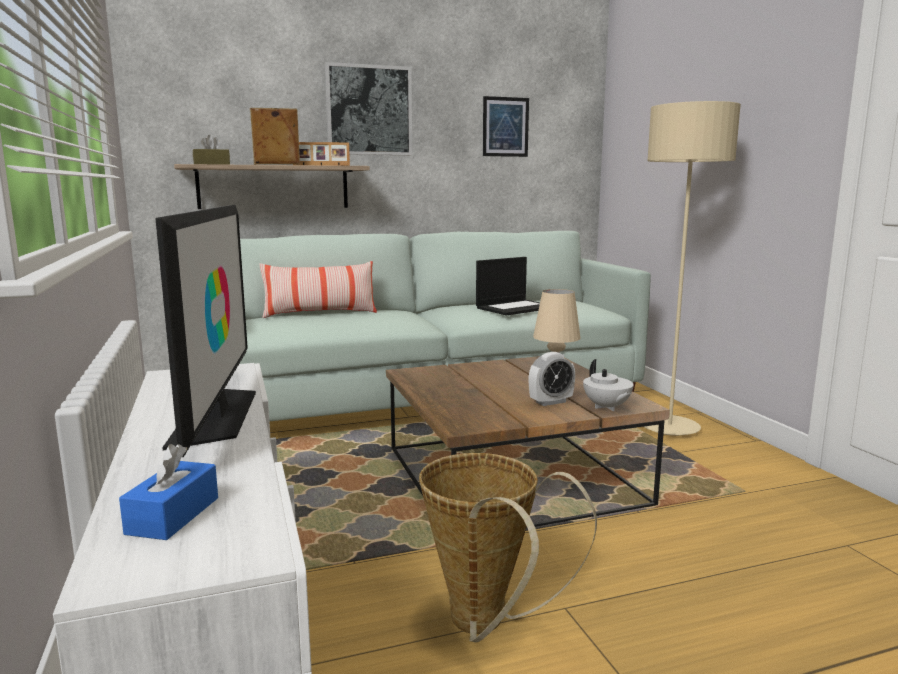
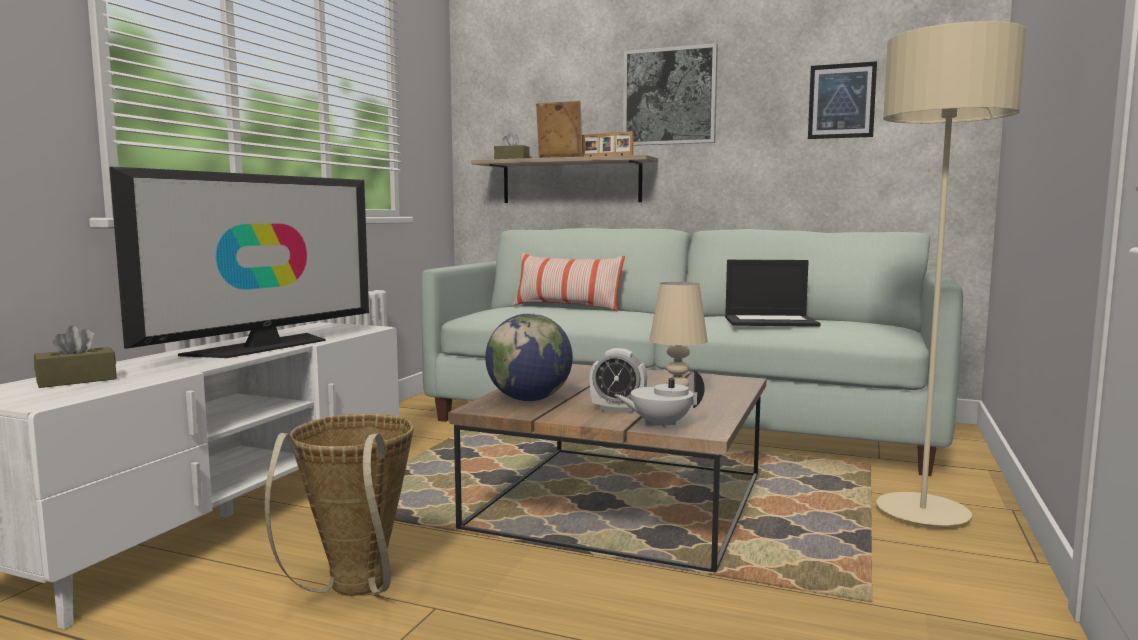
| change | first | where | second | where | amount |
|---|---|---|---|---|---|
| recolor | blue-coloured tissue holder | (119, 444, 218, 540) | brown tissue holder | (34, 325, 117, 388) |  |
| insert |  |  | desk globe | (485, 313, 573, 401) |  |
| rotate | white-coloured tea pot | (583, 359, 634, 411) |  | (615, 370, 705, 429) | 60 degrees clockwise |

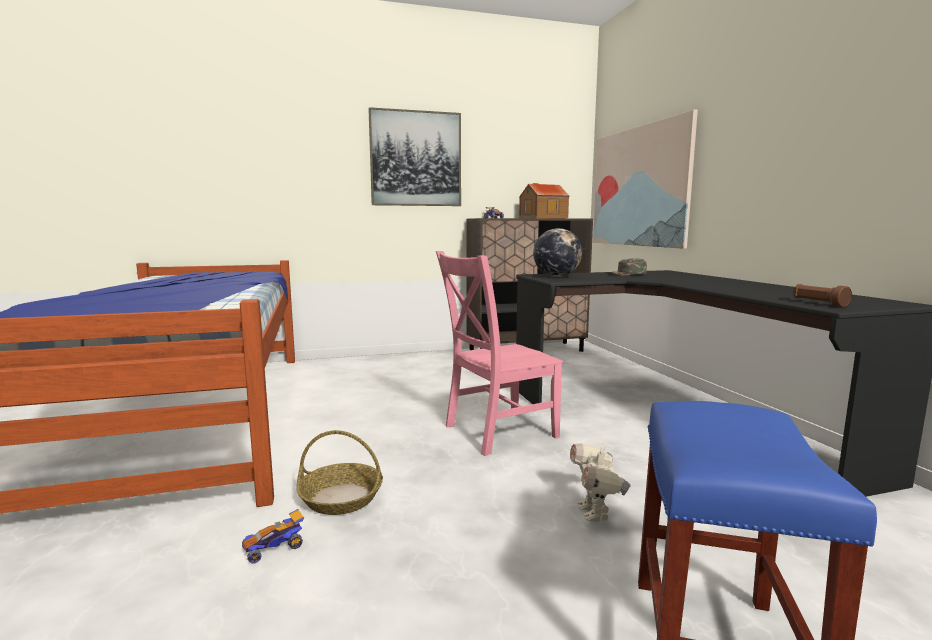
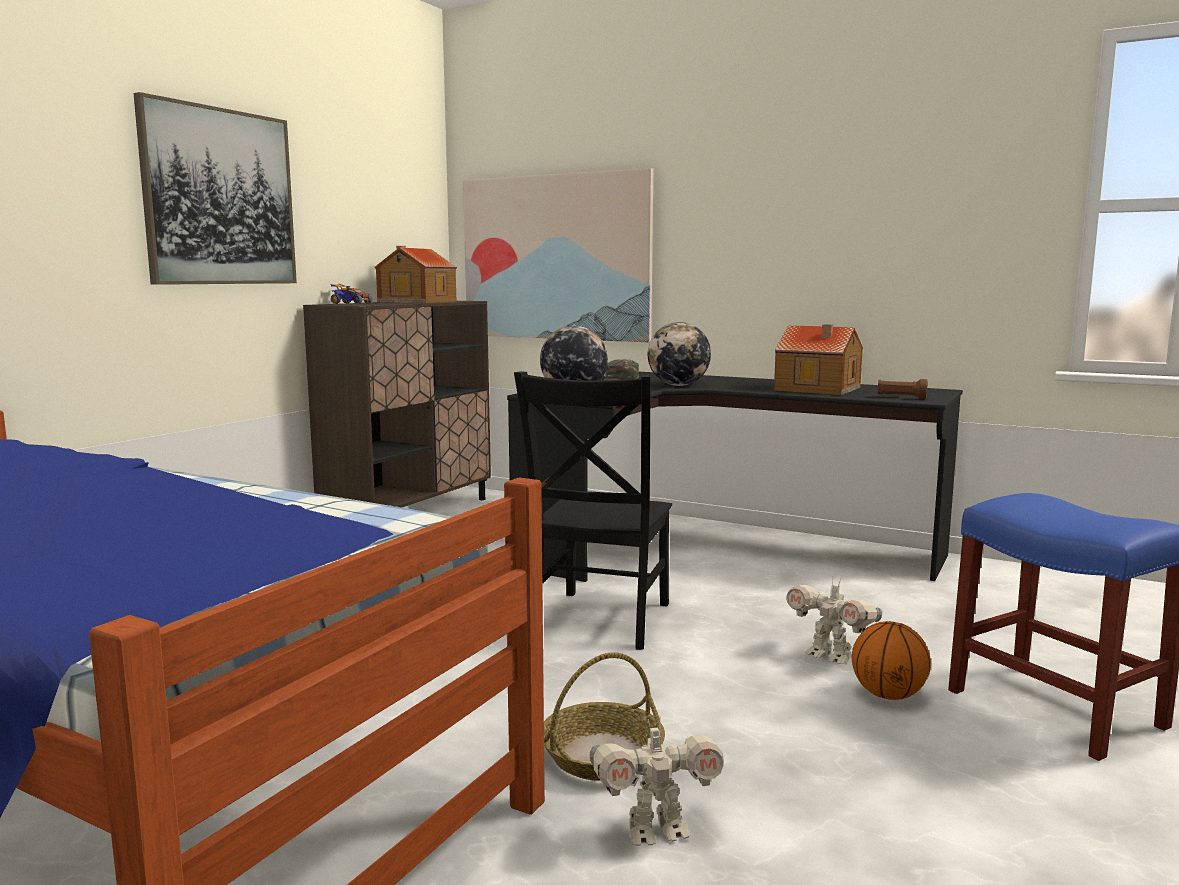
| change | first | where | second | where | amount |
|---|---|---|---|---|---|
| recolor | pinkish plain chair | (436, 251, 564, 456) | blackish plain chair | (514, 371, 672, 650) |  |
| replace | model car | (242, 509, 304, 564) | robot figure | (589, 719, 724, 846) |  |
| insert |  |  | desk globe | (648, 322, 711, 386) |  |
| insert |  |  | model house | (774, 324, 863, 395) |  |
| insert |  |  | basketball | (852, 621, 931, 700) |  |

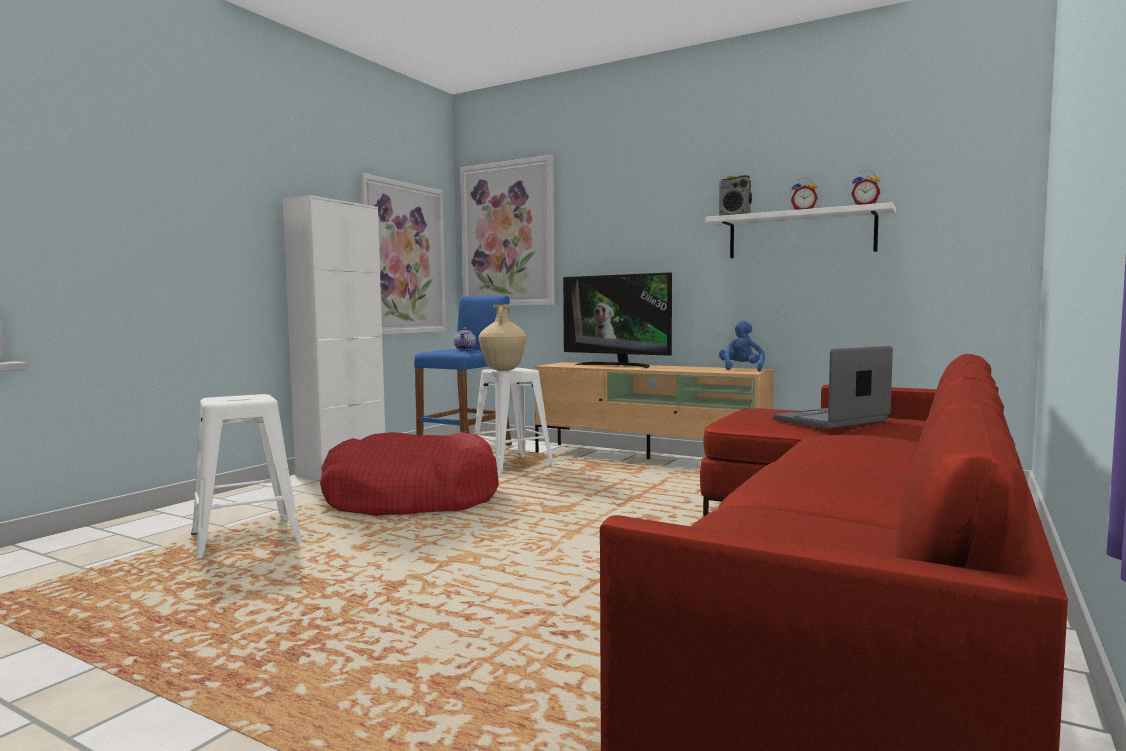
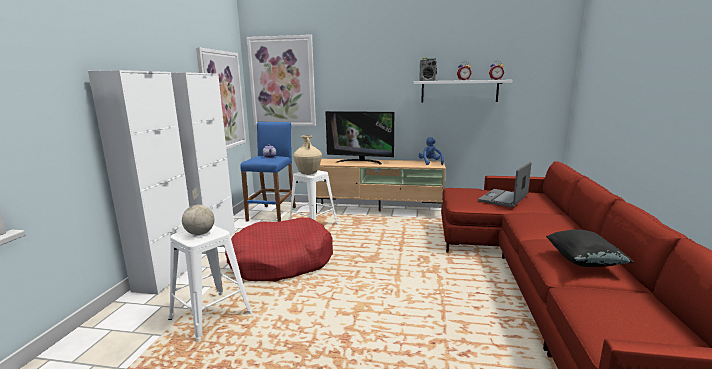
| change | first | where | second | where | amount |
|---|---|---|---|---|---|
| insert |  |  | white-coloured storage cabinet | (88, 70, 189, 295) |  |
| insert |  |  | desk globe | (182, 188, 215, 235) |  |
| insert |  |  | blackish throw pillow | (546, 229, 634, 267) |  |

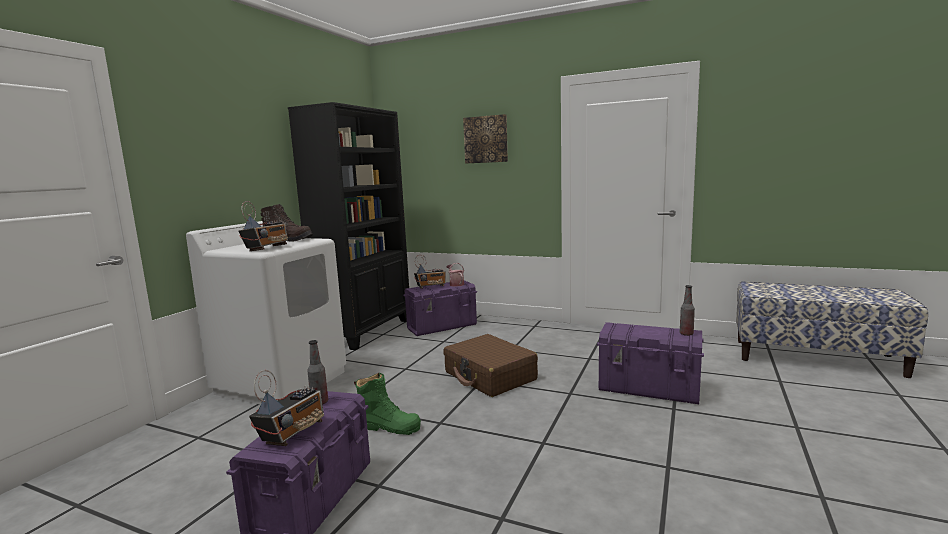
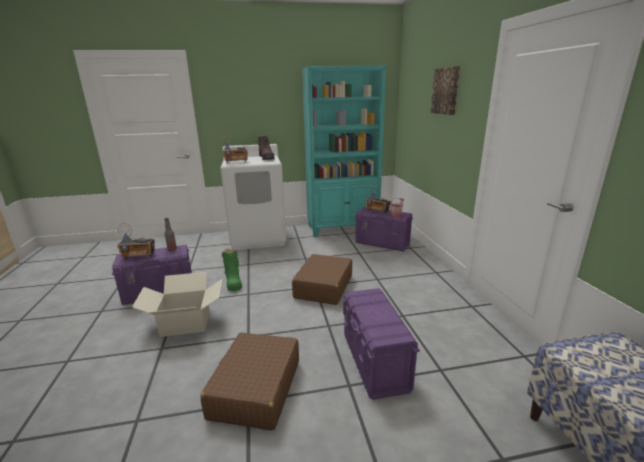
| change | first | where | second | where | amount |
|---|---|---|---|---|---|
| insert |  |  | carton | (132, 272, 222, 337) |  |
| insert |  |  | brown travel case | (201, 333, 299, 431) |  |
| recolor | blackish bookshelf | (288, 102, 409, 350) | blue-green bookshelf | (302, 66, 386, 237) |  |
| delete | drink bottle | (680, 285, 695, 336) |  |  |  |

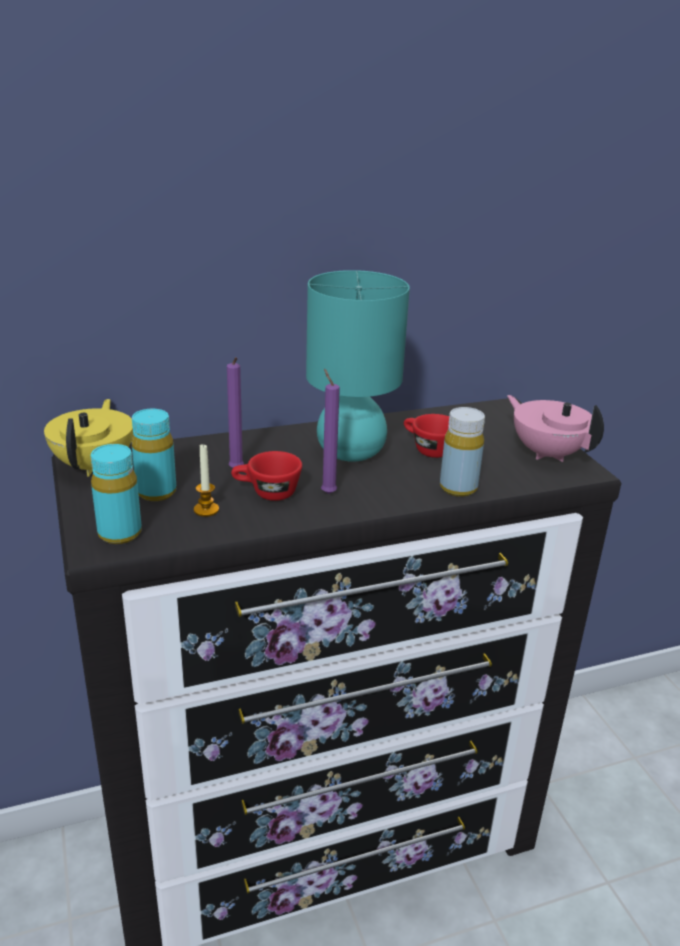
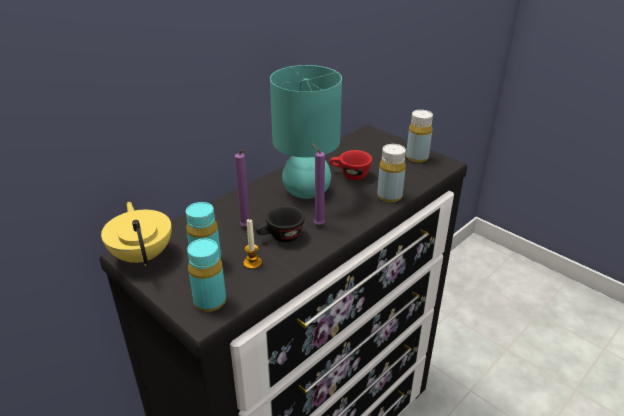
| change | first | where | second | where | amount |
|---|---|---|---|---|---|
| recolor | red-coloured drinking cup | (231, 451, 302, 501) | blackish drinking cup | (256, 206, 305, 242) |  |
| replace | pinkish tea pot | (507, 395, 604, 462) | yellowish drink bottle | (406, 110, 433, 163) |  |

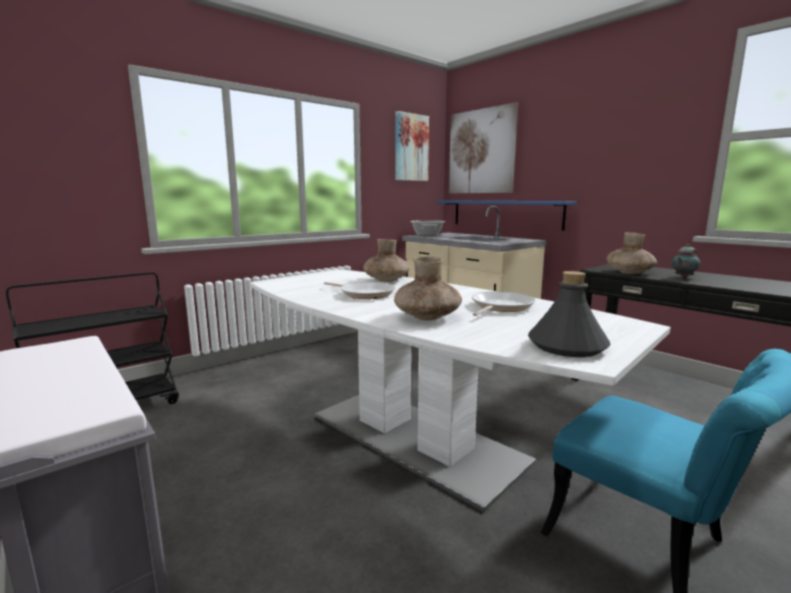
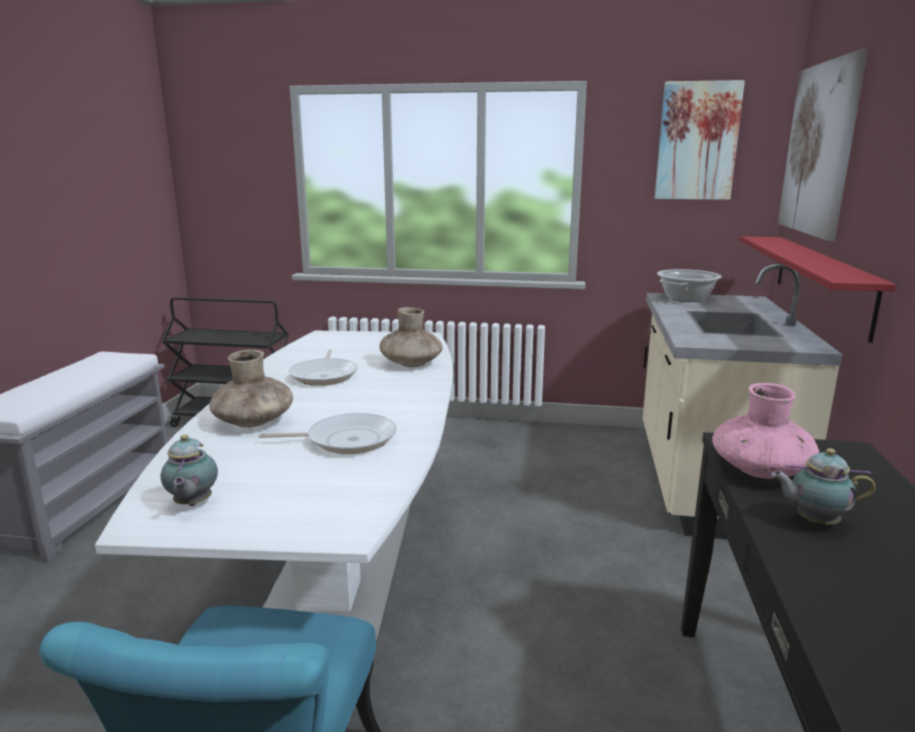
| change | first | where | second | where | amount |
|---|---|---|---|---|---|
| replace | gray drink bottle | (528, 271, 611, 357) | tea pot | (161, 434, 218, 506) |  |
| recolor | brown flower vase | (607, 232, 657, 274) | pinkish flower vase | (712, 383, 819, 479) |  |
| recolor | blue-coloured wall shelf | (436, 201, 577, 231) | red-coloured wall shelf | (740, 236, 896, 343) |  |

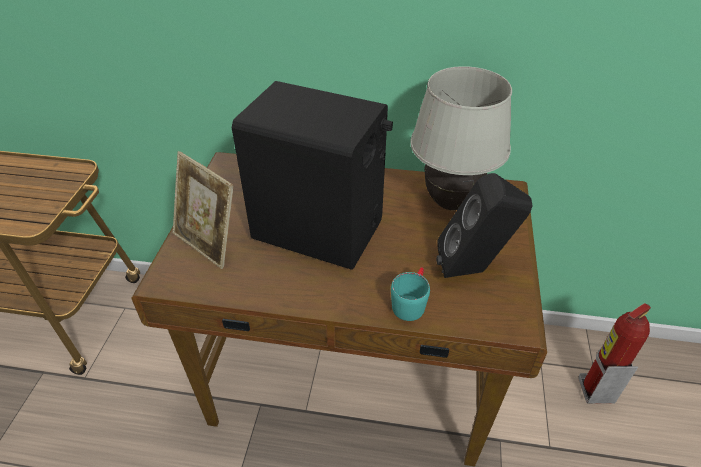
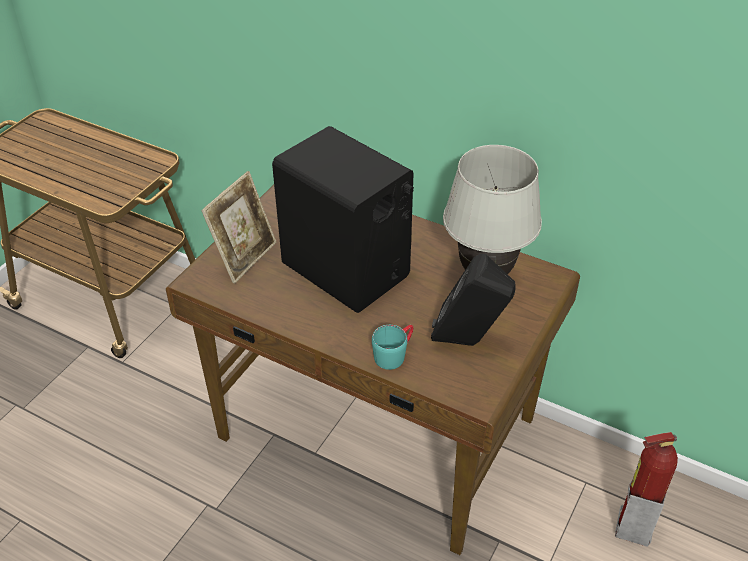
| change | first | where | second | where | amount |
|---|---|---|---|---|---|
| rotate | picture frame | (173, 151, 234, 269) |  | (201, 171, 277, 284) | 120 degrees counterclockwise |

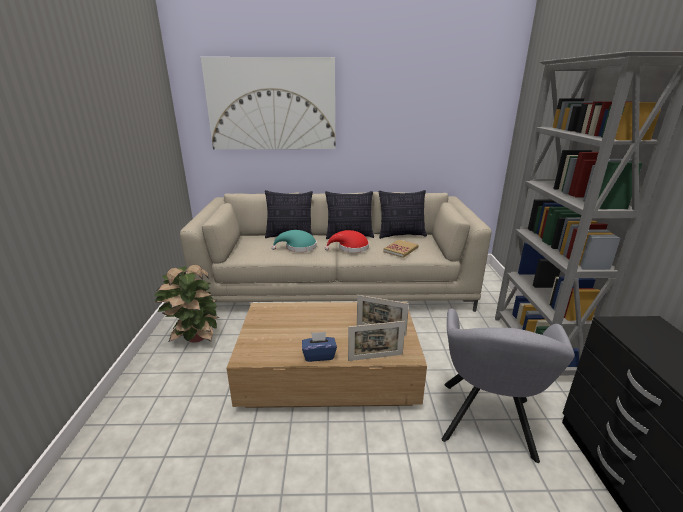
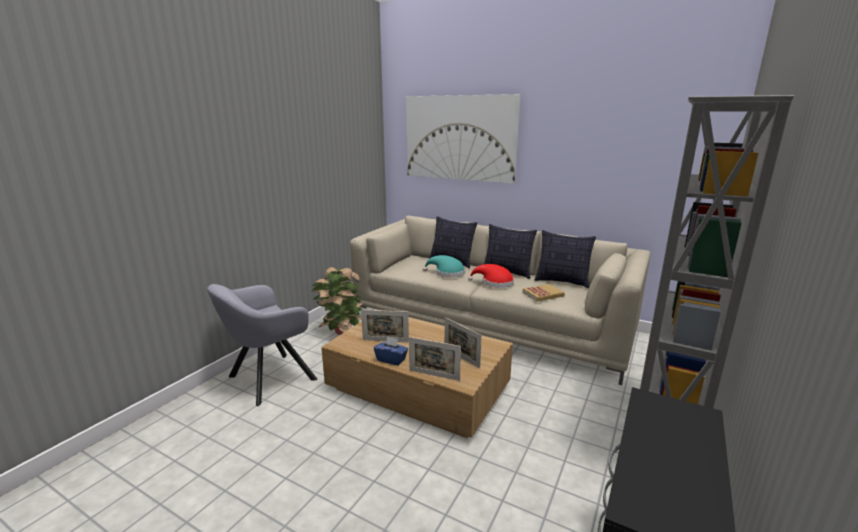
| change | first | where | second | where | amount |
|---|---|---|---|---|---|
| move | gray armchair | (442, 309, 575, 463) |  | (207, 284, 317, 406) |  |
| insert |  |  | picture frame | (361, 310, 409, 342) |  |

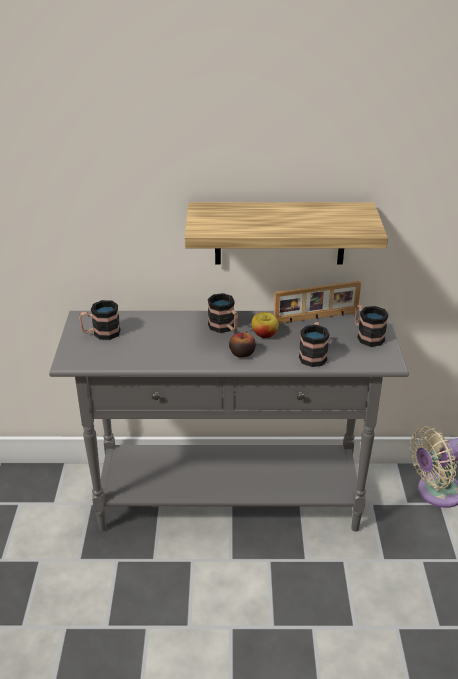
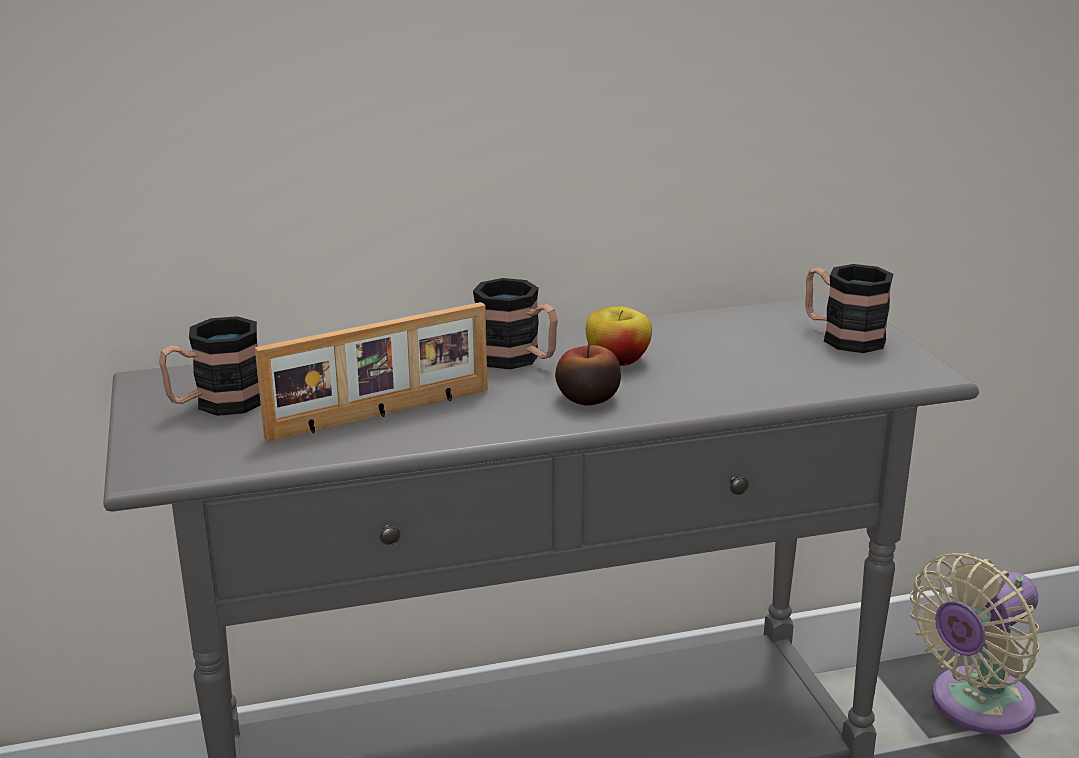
| change | first | where | second | where | amount |
|---|---|---|---|---|---|
| move | picture frame | (274, 281, 361, 324) |  | (255, 302, 488, 442) |  |
| delete | wall shelf | (185, 202, 388, 264) |  |  |  |
| delete | coffee mug | (299, 322, 330, 367) |  |  |  |

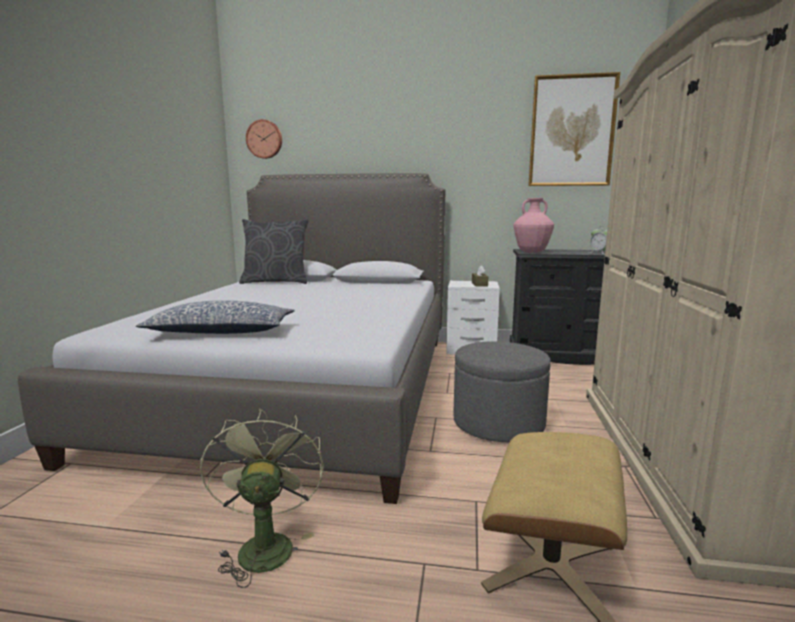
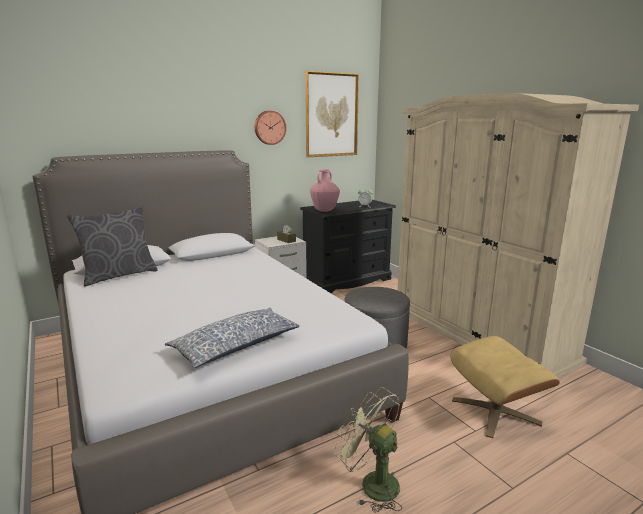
| change | first | where | second | where | amount |
|---|---|---|---|---|---|
| move | wall clock | (246, 119, 282, 159) |  | (255, 110, 286, 145) |  |

